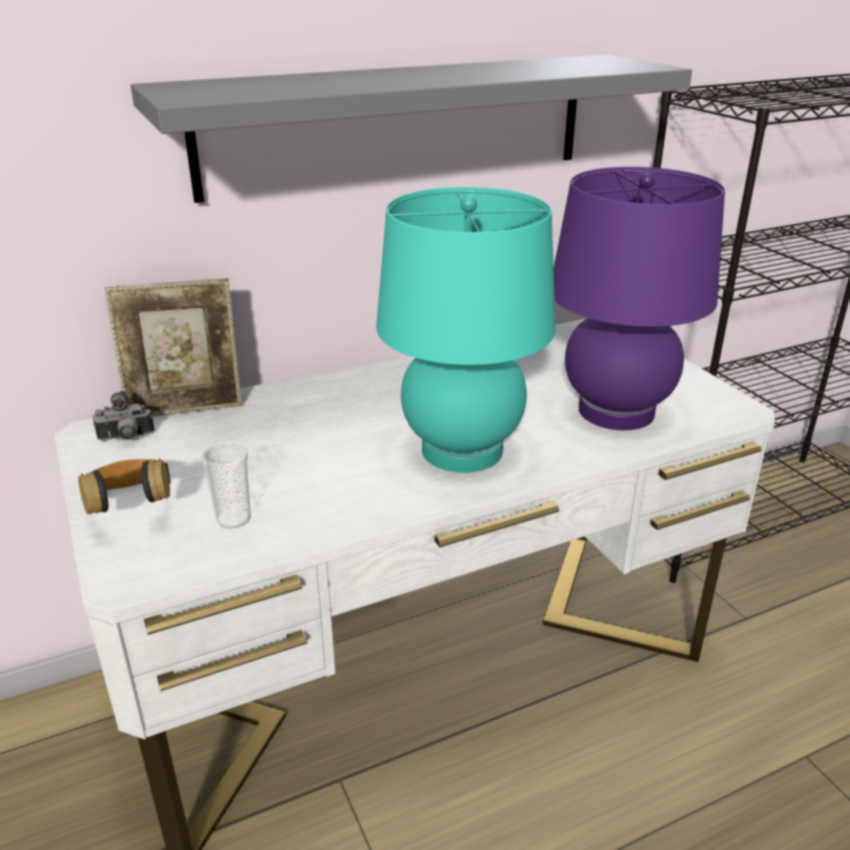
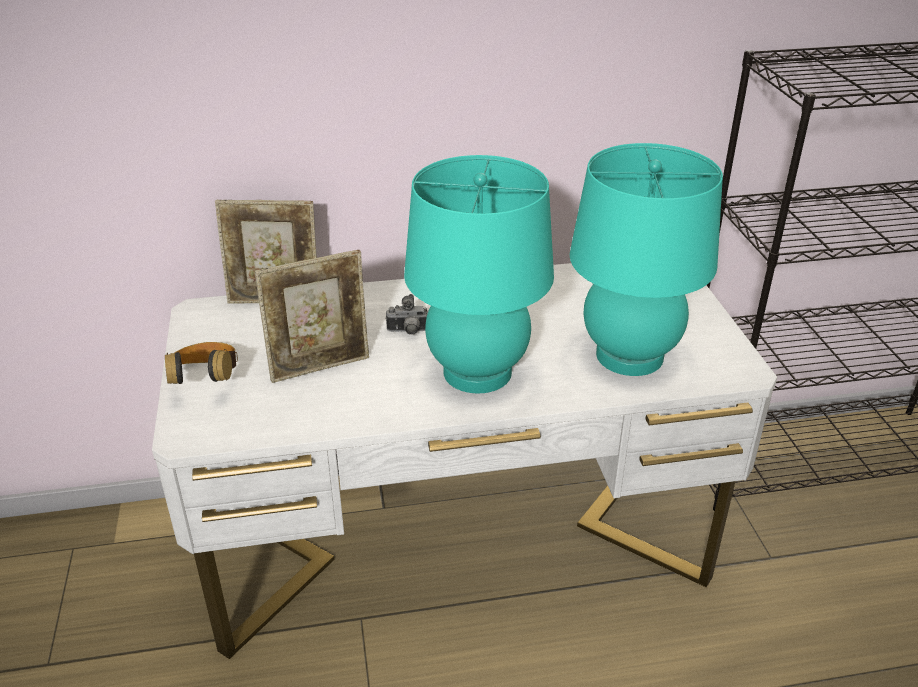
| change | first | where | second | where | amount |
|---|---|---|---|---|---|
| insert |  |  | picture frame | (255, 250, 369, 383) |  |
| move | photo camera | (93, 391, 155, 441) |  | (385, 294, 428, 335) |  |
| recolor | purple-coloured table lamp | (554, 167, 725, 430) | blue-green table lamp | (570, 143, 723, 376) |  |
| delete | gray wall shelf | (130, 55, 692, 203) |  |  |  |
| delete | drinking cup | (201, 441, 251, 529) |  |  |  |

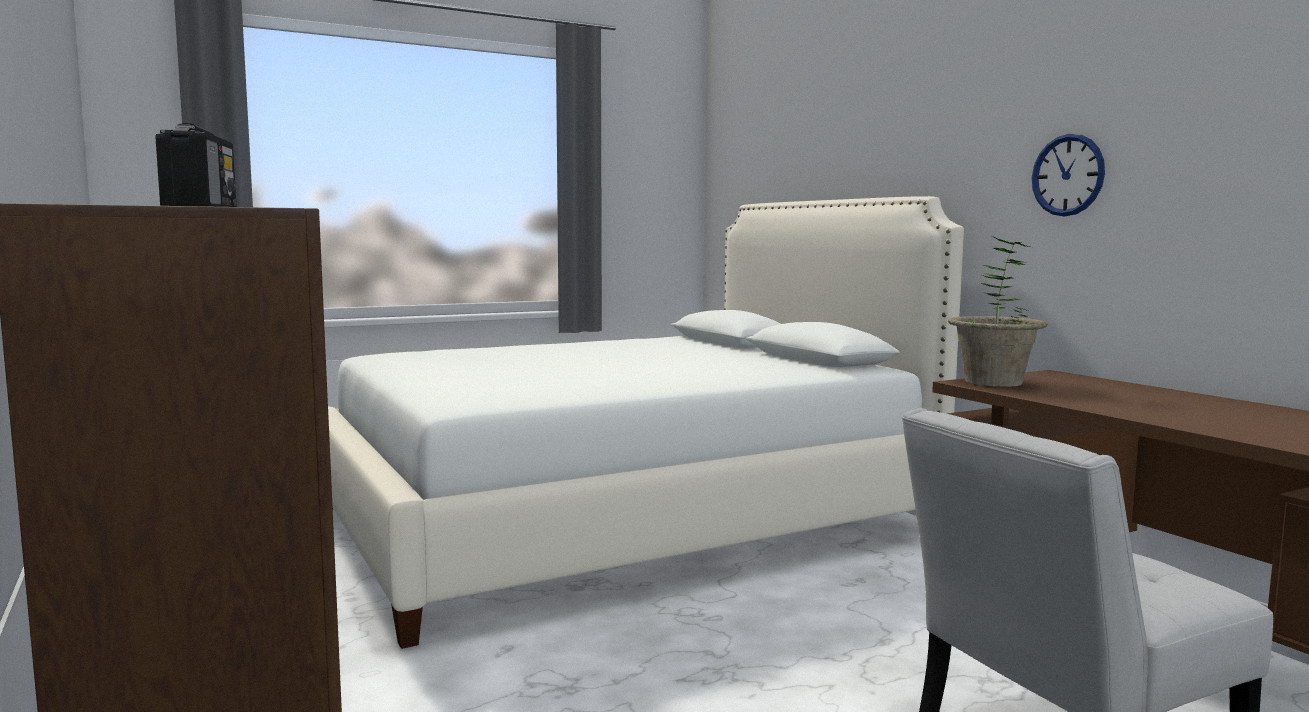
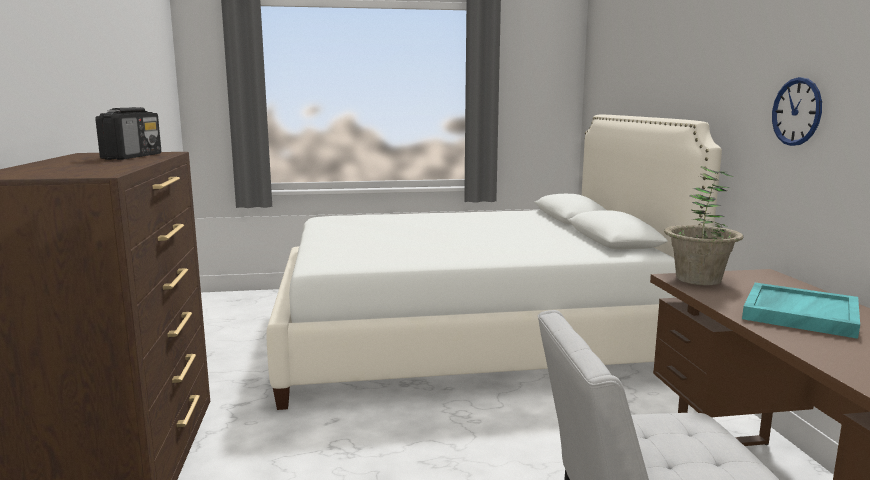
| change | first | where | second | where | amount |
|---|---|---|---|---|---|
| insert |  |  | blue-green serving tray | (742, 283, 860, 339) |  |

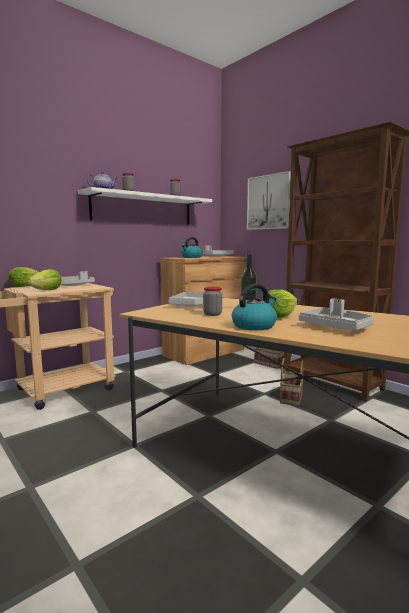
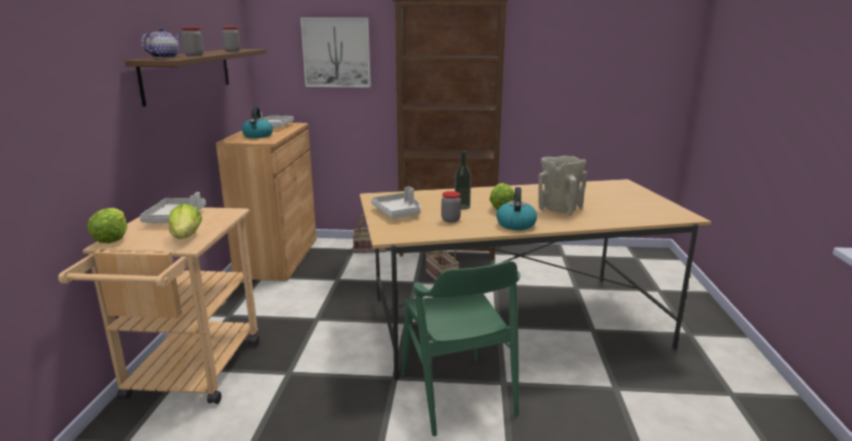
| change | first | where | second | where | amount |
|---|---|---|---|---|---|
| recolor | white-coloured wall shelf | (78, 187, 212, 225) | brown wall shelf | (125, 49, 266, 107) |  |
| insert |  |  | green plain chair | (402, 261, 520, 436) |  |
| replace | gray serving tray | (299, 298, 374, 330) | sand-coloured flower vase | (538, 156, 587, 215) |  |

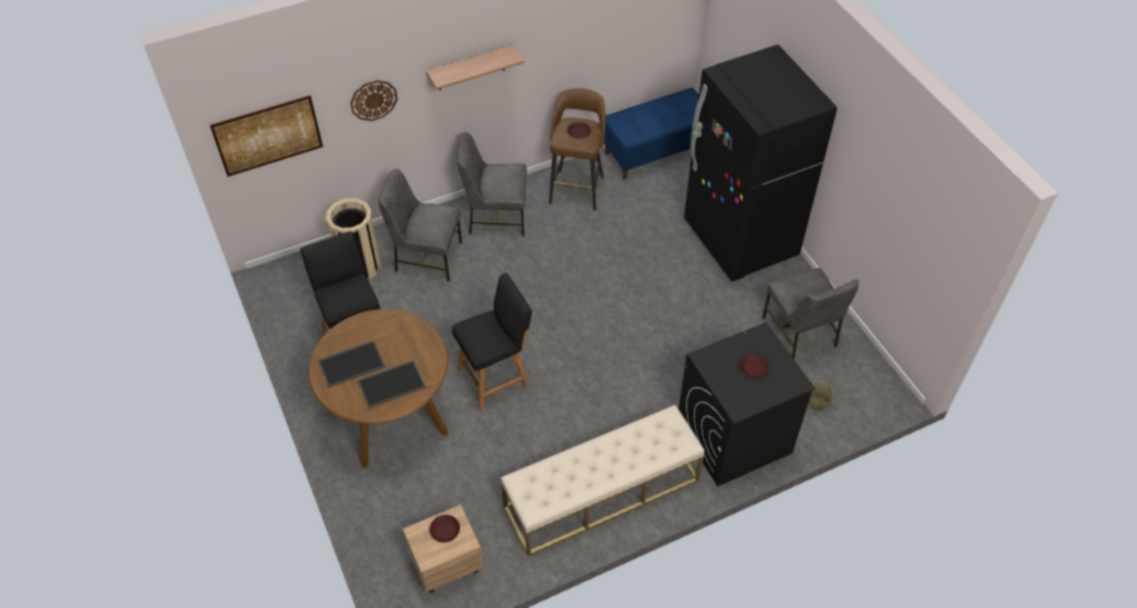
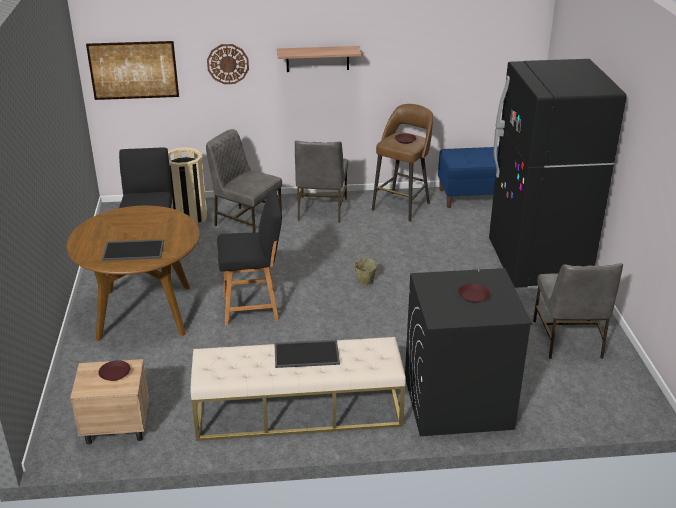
| change | first | where | second | where | amount |
|---|---|---|---|---|---|
| move | serving tray | (318, 340, 385, 388) |  | (274, 340, 340, 368) |  |
| rotate | gray plain chair | (457, 132, 527, 237) |  | (295, 140, 348, 223) | 105 degrees counterclockwise |
| move | sand-coloured bucket | (808, 381, 834, 411) |  | (355, 253, 377, 286) |  |

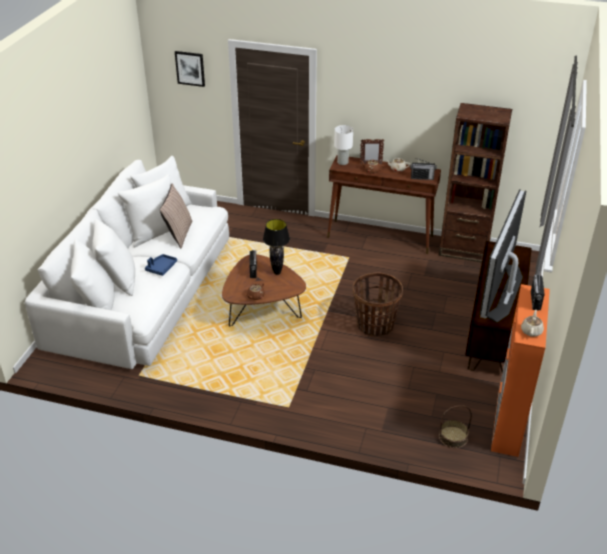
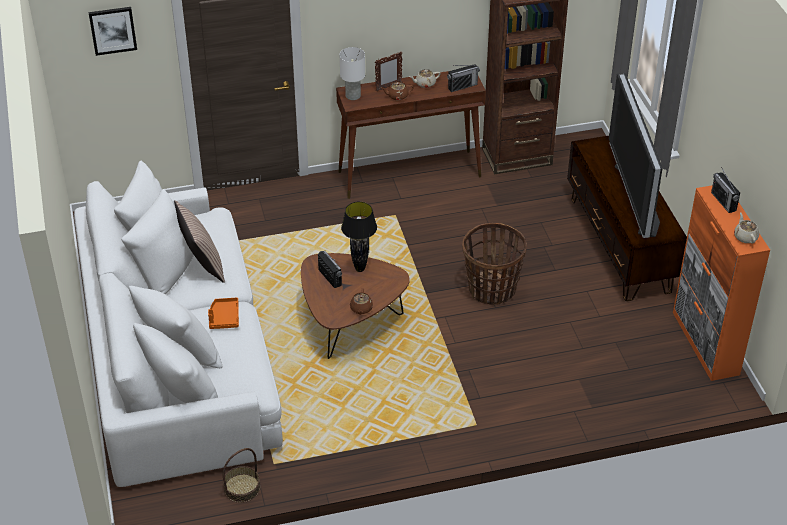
| change | first | where | second | where | amount |
|---|---|---|---|---|---|
| recolor | blue-coloured serving tray | (145, 254, 177, 276) | orange serving tray | (208, 298, 239, 329) |  |
| move | household basket | (439, 405, 472, 448) |  | (223, 448, 260, 503) |  |

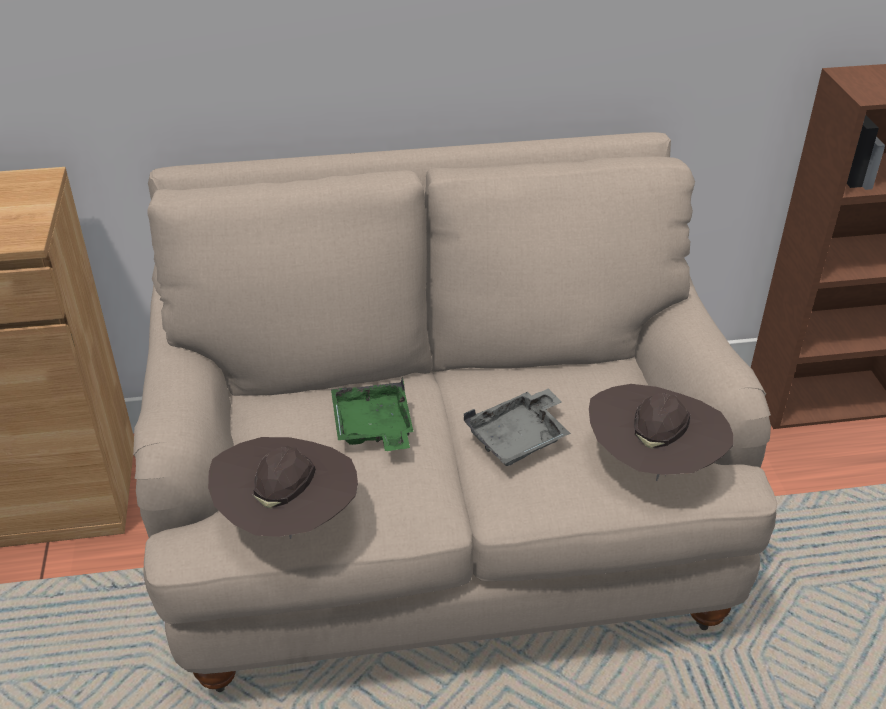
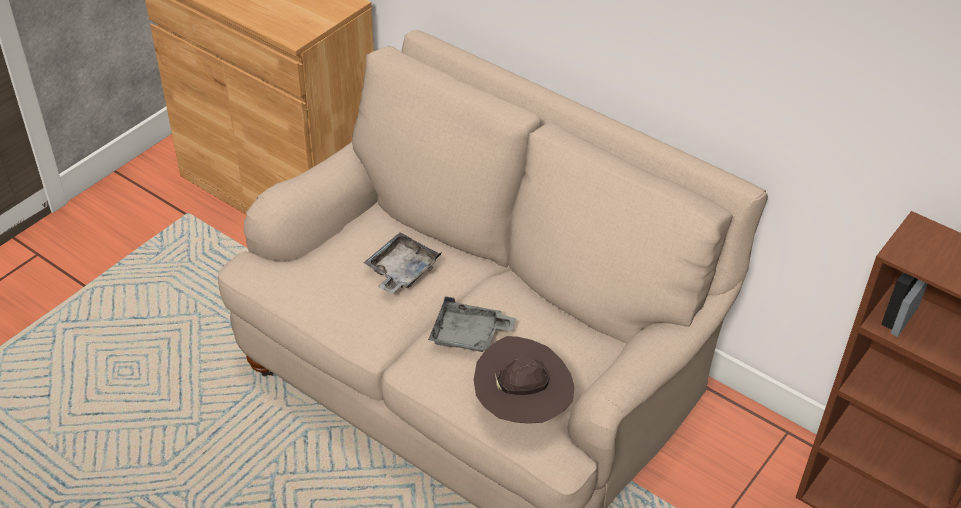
| change | first | where | second | where | amount |
|---|---|---|---|---|---|
| recolor | green serving tray | (331, 377, 414, 451) | gray serving tray | (364, 233, 441, 294) |  |
| delete | brown clothing hat | (208, 437, 358, 539) |  |  |  |

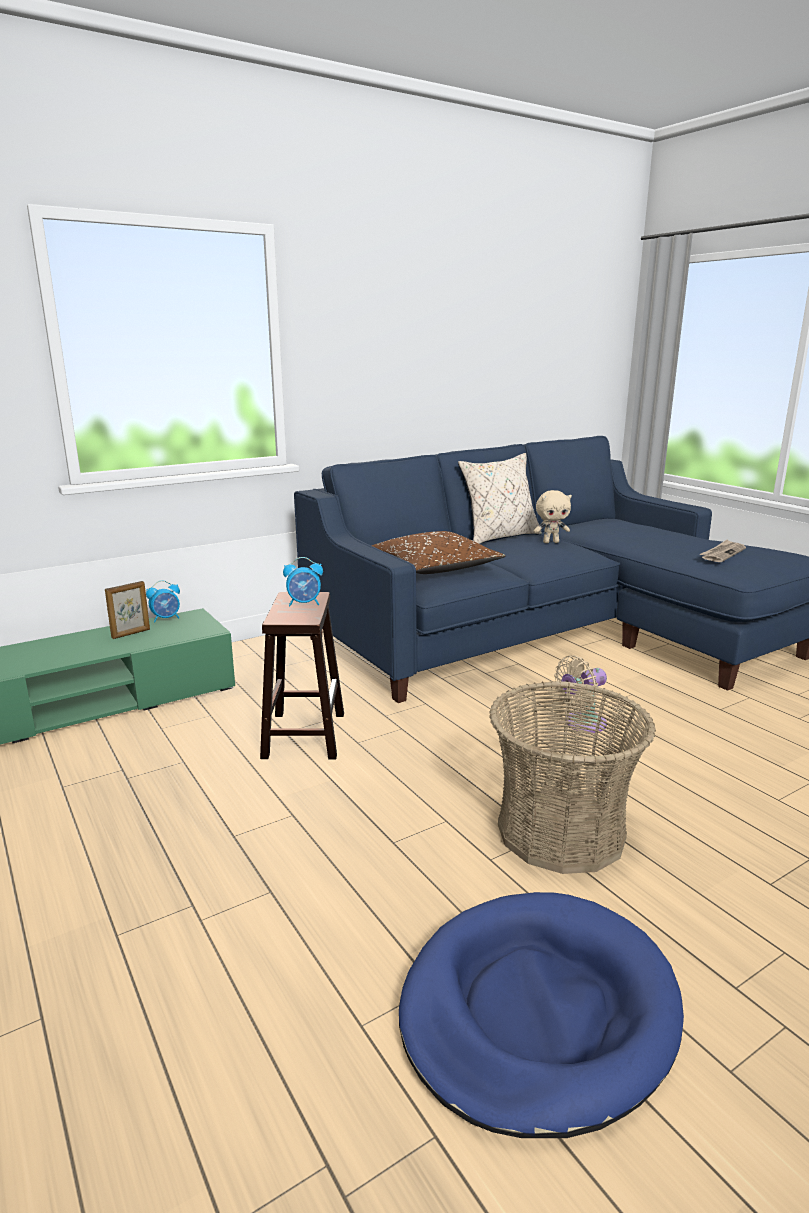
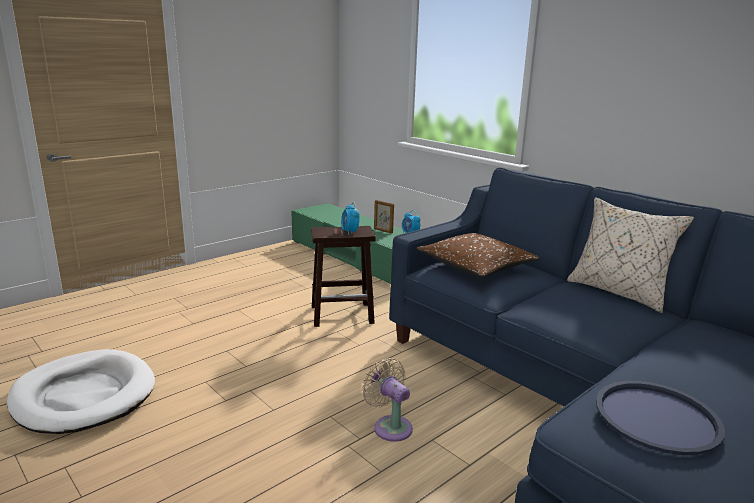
| change | first | where | second | where | amount |
|---|---|---|---|---|---|
| recolor | blue-coloured dog bed | (399, 892, 684, 1138) | white-coloured dog bed | (7, 349, 155, 434) |  |
| replace | daily paper | (699, 540, 746, 562) | blue-coloured serving tray | (596, 381, 725, 455) |  |
| delete | household basket | (489, 681, 656, 874) |  |  |  |
| delete | sand-coloured cuddly toy | (534, 490, 572, 543) |  |  |  |

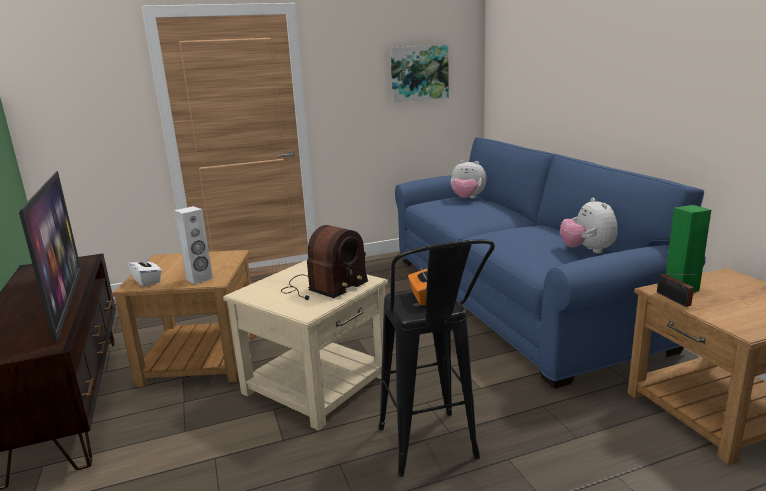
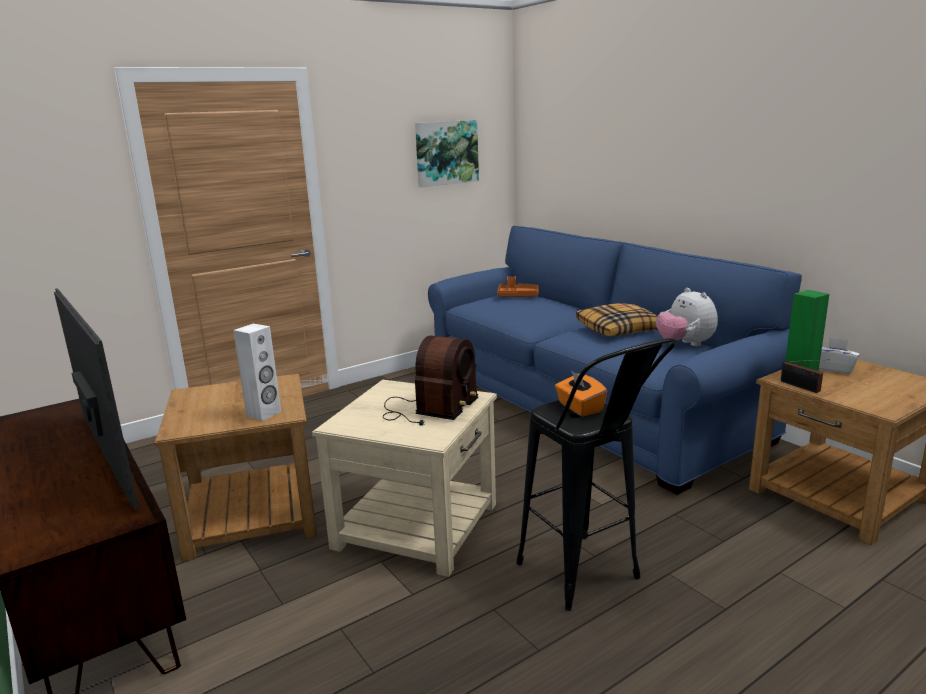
| change | first | where | second | where | amount |
|---|---|---|---|---|---|
| replace | cuddly toy | (451, 160, 487, 198) | orange serving tray | (497, 277, 539, 297) |  |
| insert |  |  | throw pillow | (576, 303, 657, 336) |  |
| move | white-coloured tissue holder | (128, 254, 162, 287) |  | (819, 337, 860, 374) |  |

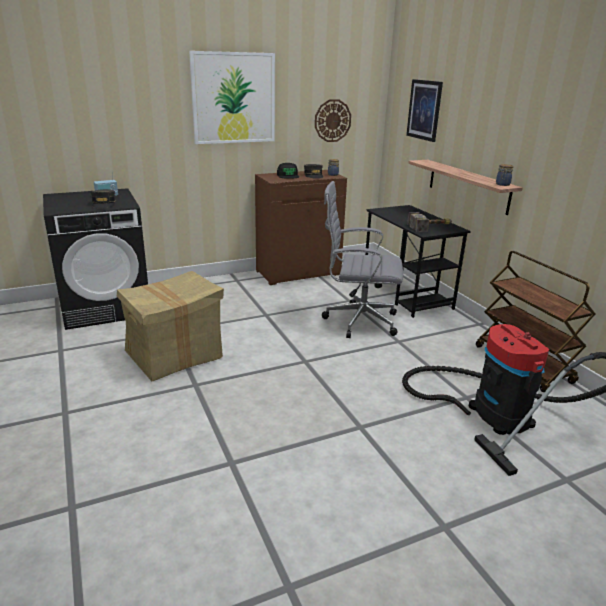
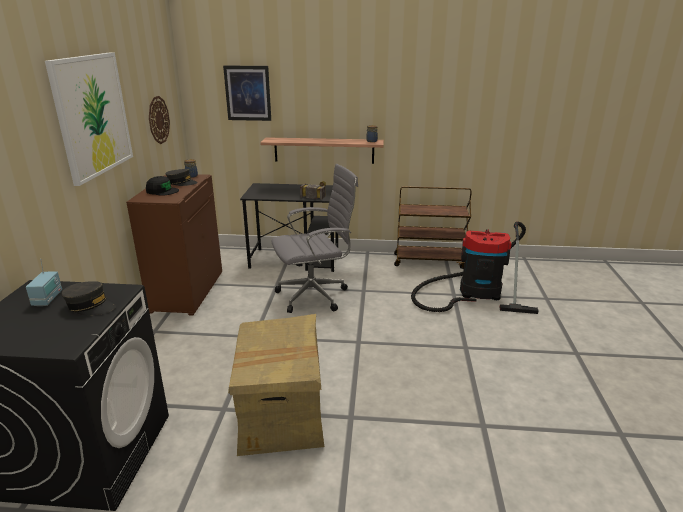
| change | first | where | second | where | amount |
|---|---|---|---|---|---|
| rotate | gray desk chair | (322, 181, 403, 338) |  | (271, 164, 358, 313) | 150 degrees counterclockwise |

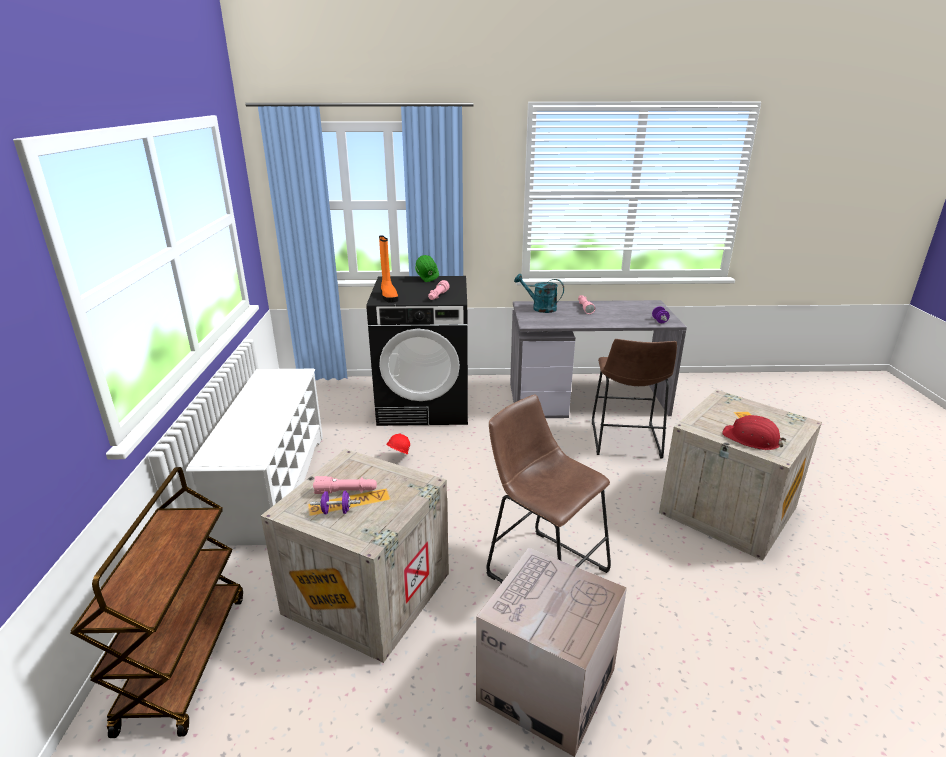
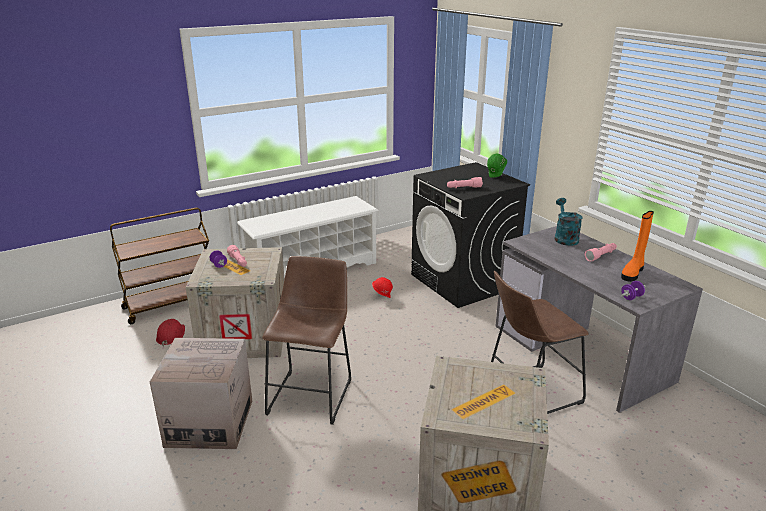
| change | first | where | second | where | amount |
|---|---|---|---|---|---|
| move | red-coloured safety helmet | (722, 415, 787, 450) |  | (156, 319, 185, 346) |  |
| move | orange high-top boot | (379, 235, 398, 303) |  | (621, 211, 654, 282) |  |

